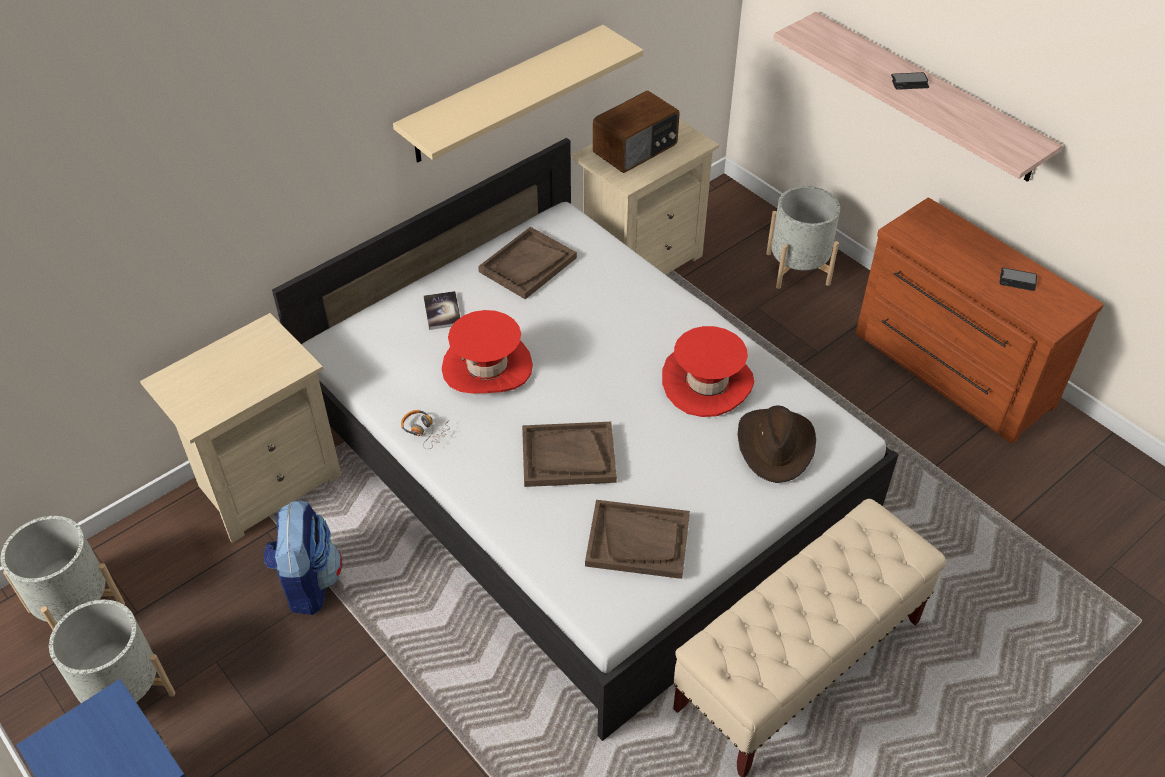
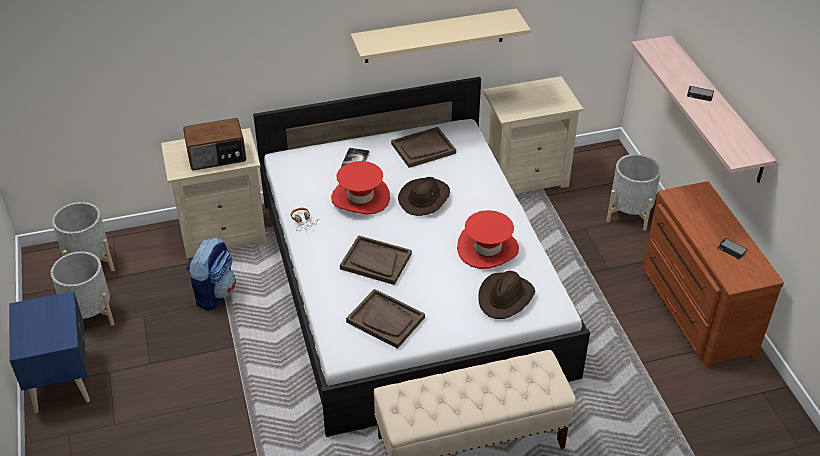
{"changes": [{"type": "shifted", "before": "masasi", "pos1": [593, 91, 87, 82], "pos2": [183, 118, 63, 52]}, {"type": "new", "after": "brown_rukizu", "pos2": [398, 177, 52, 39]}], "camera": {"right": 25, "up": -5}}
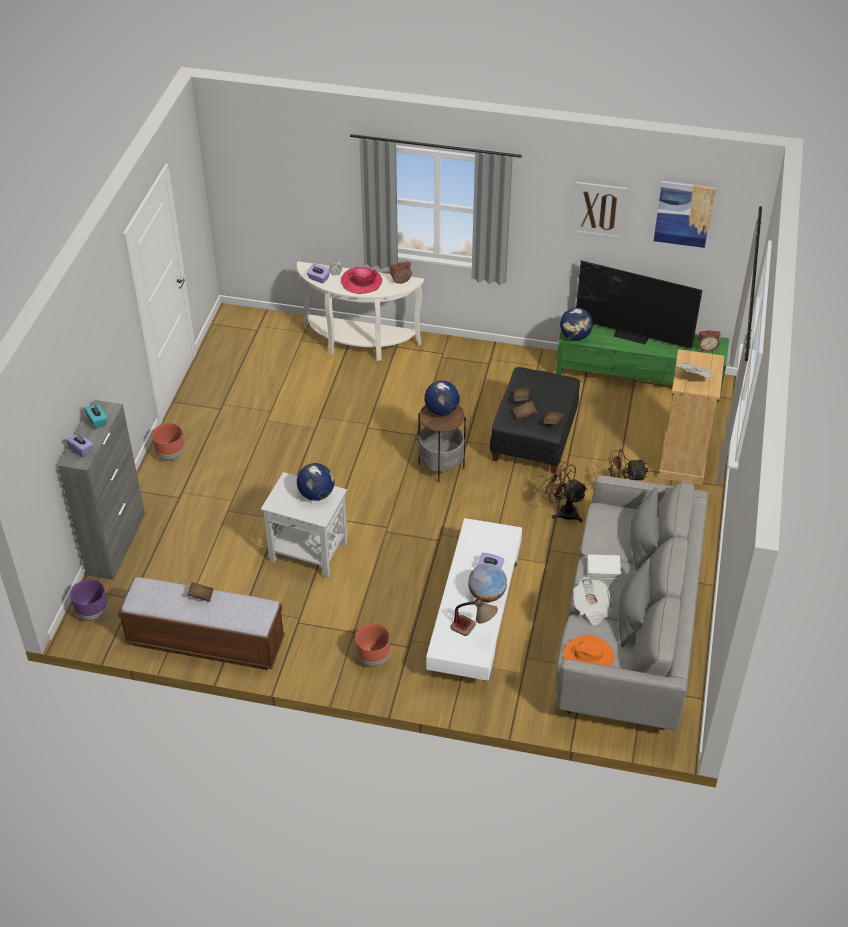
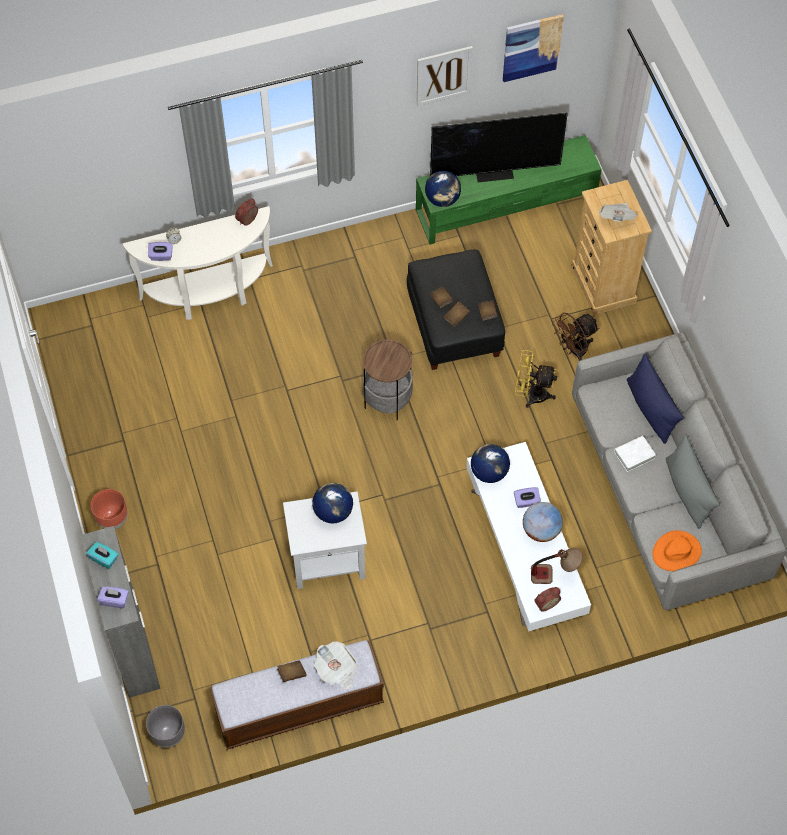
{"changes": [{"type": "repainted", "before": "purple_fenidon", "after": "grey_fenidon", "pos1": [70, 579, 37, 42], "pos2": [146, 705, 39, 43]}, {"type": "gone", "before": "rukizu", "pos1": [341, 267, 41, 27]}, {"type": "gone", "before": "brown_fenidon", "pos1": [355, 624, 35, 43]}, {"type": "shifted", "before": "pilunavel", "pos1": [424, 380, 36, 36], "pos2": [471, 444, 39, 39]}, {"type": "repainted", "before": "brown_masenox", "after": "yellow_masenox", "pos1": [542, 461, 46, 62], "pos2": [515, 350, 42, 58]}, {"type": "shifted", "before": "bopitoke", "pos1": [573, 577, 40, 48], "pos2": [314, 641, 45, 48]}, {"type": "repainted", "before": "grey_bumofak", "after": "blue_bumofak", "pos1": [630, 487, 29, 84], "pos2": [627, 354, 57, 90]}, {"type": "shifted", "before": "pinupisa", "pos1": [698, 330, 22, 21], "pos2": [534, 587, 27, 25]}], "camera": {"right": -30, "up": 15}}
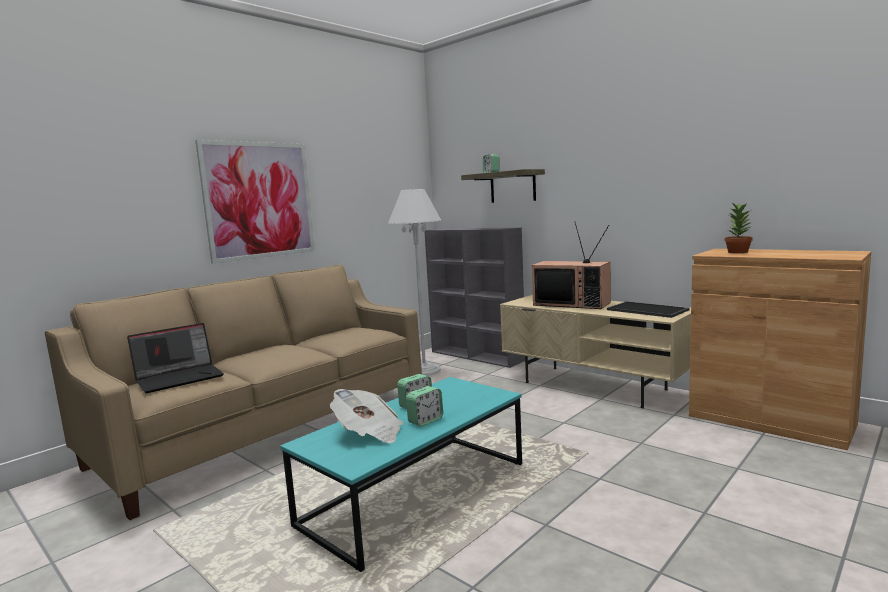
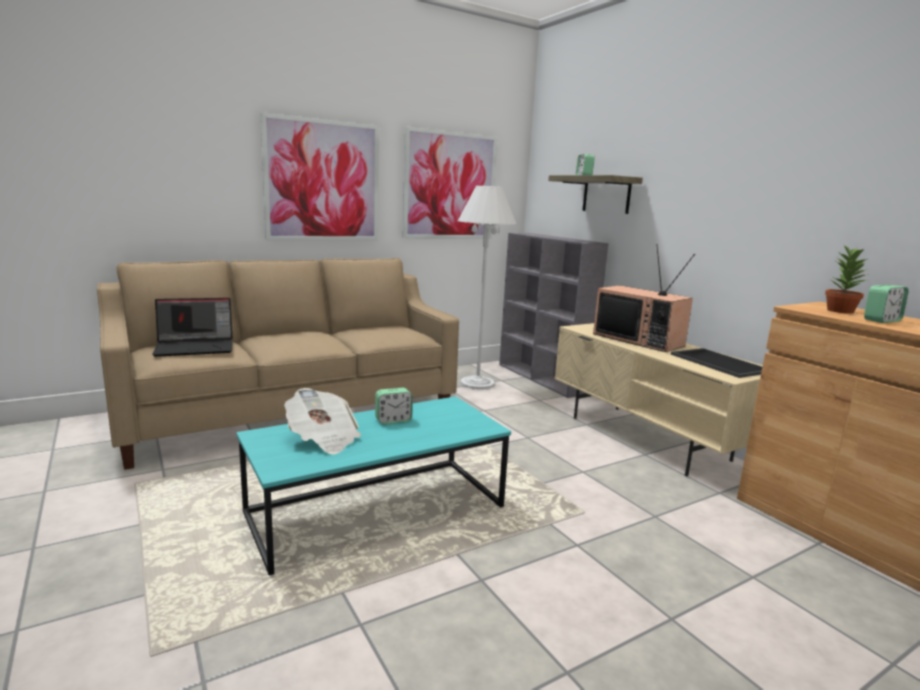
{"changes": [{"type": "shifted", "before": "pinupisa", "pos1": [406, 386, 37, 40], "pos2": [864, 285, 45, 38]}, {"type": "new", "after": "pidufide", "pos2": [403, 126, 94, 113]}], "camera": {"right": 15, "up": 5}}
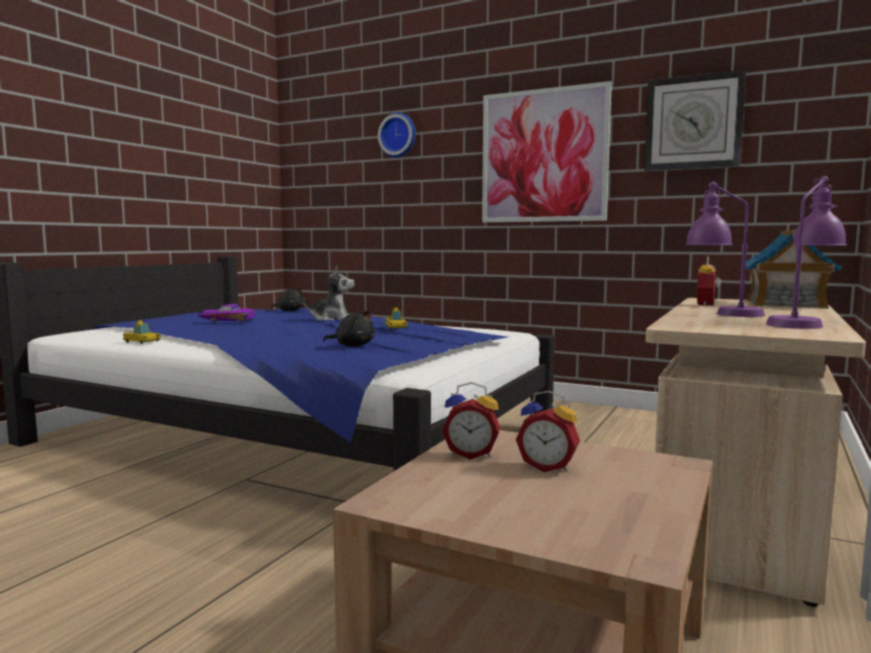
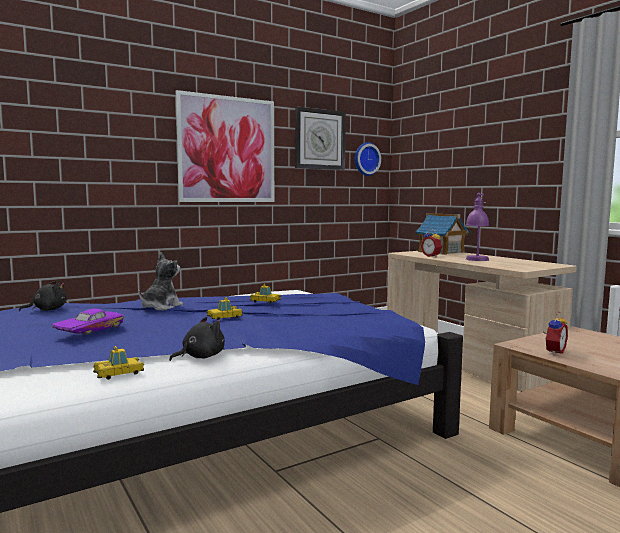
{"changes": [{"type": "shifted", "before": "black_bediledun", "pos1": [323, 310, 52, 36], "pos2": [169, 317, 56, 44]}, {"type": "shifted", "before": "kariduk", "pos1": [378, 112, 38, 46], "pos2": [355, 142, 26, 34]}, {"type": "gone", "before": "pinupisa", "pos1": [516, 391, 64, 81]}, {"type": "gone", "before": "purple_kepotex", "pos1": [766, 176, 81, 153]}, {"type": "new", "after": "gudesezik", "pos2": [207, 297, 36, 23]}], "camera": {"right": -60, "up": 0}}
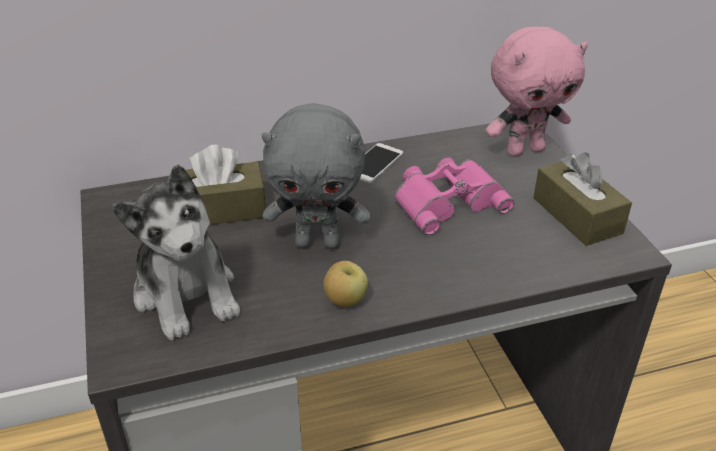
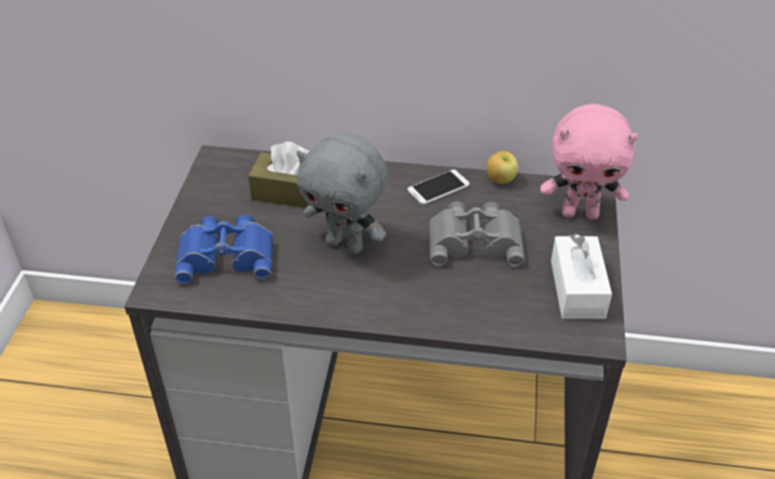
{"changes": [{"type": "swapped", "before": "bediledun", "after": "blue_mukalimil", "pos1": [112, 164, 129, 176], "pos2": [174, 214, 99, 70]}, {"type": "shifted", "before": "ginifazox", "pos1": [323, 261, 45, 46], "pos2": [486, 151, 32, 33]}, {"type": "repainted", "before": "pink_mukalimil", "after": "grey_mukalimil", "pos1": [395, 158, 119, 77], "pos2": [429, 201, 96, 66]}, {"type": "repainted", "before": "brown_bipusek", "after": "white_bipusek", "pos1": [533, 152, 99, 94], "pos2": [551, 234, 61, 85]}], "camera": {"right": 25, "up": 5}}
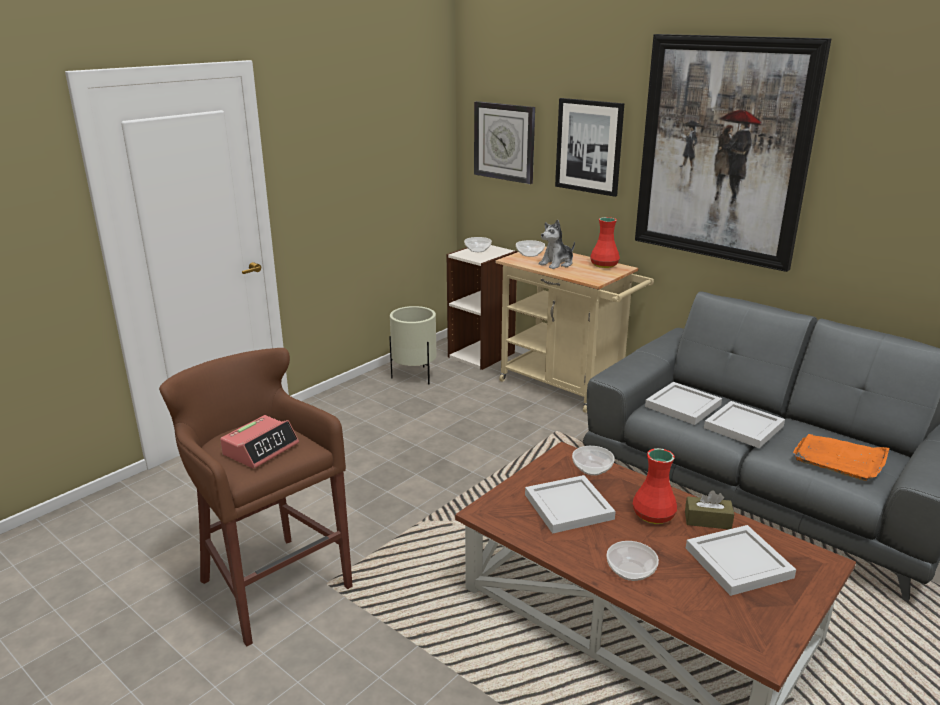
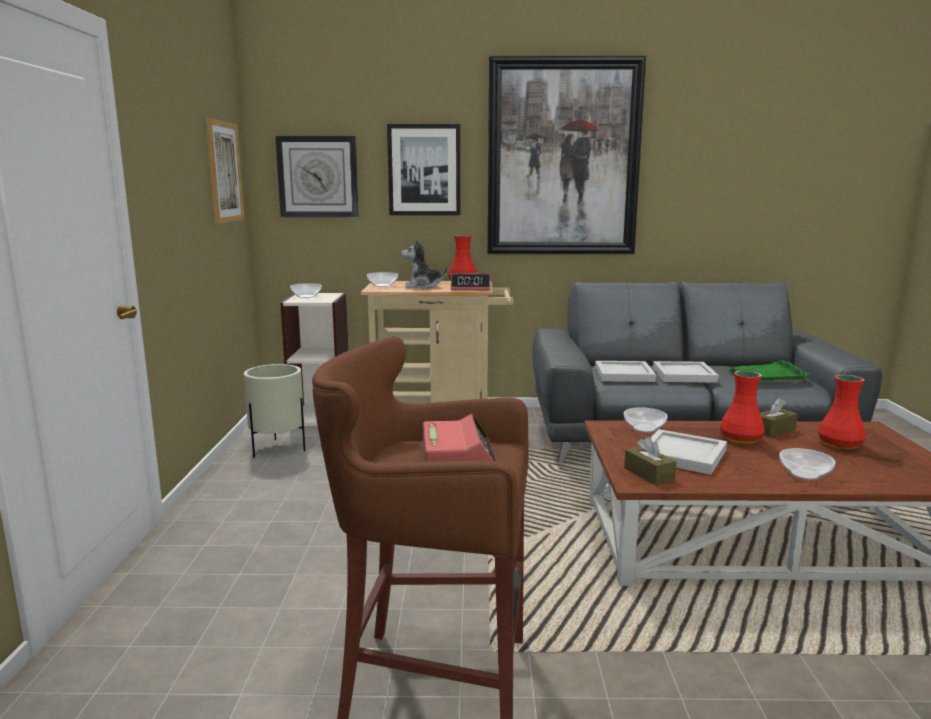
{"changes": [{"type": "rotated", "before": "bediledun", "pos1": [539, 220, 36, 49], "pos2": [401, 239, 47, 50], "turn": 75}, {"type": "swapped", "before": "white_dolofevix", "after": "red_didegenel", "pos1": [686, 525, 110, 71], "pos2": [818, 375, 48, 74]}, {"type": "repainted", "before": "orange_dolofevix", "after": "green_dolofevix", "pos1": [793, 434, 96, 47], "pos2": [727, 360, 83, 22]}, {"type": "new", "after": "pidufide", "pos2": [206, 118, 39, 106]}, {"type": "new", "after": "pinupisa", "pos2": [451, 273, 40, 17]}, {"type": "new", "after": "brown_bipusek", "pos2": [624, 436, 53, 49]}], "camera": {"right": -40, "up": -10}}
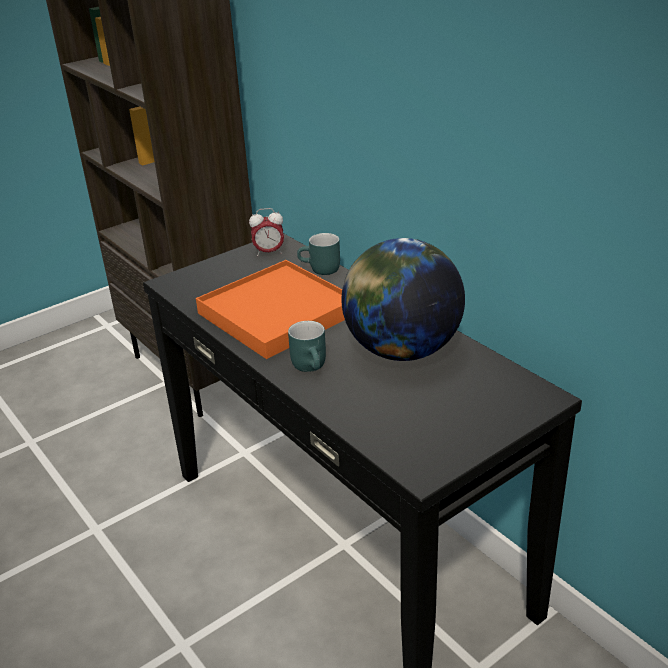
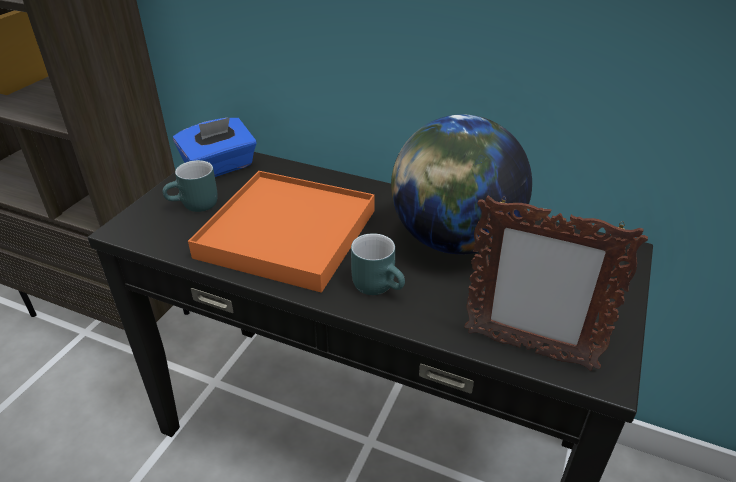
{"changes": [{"type": "swapped", "before": "pinupisa", "after": "blue_bipusek", "pos1": [249, 208, 35, 48], "pos2": [173, 117, 84, 60]}, {"type": "shifted", "before": "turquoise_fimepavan", "pos1": [297, 233, 43, 42], "pos2": [163, 160, 55, 52]}, {"type": "new", "after": "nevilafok", "pos2": [464, 195, 184, 176]}], "camera": {"right": -30, "up": 5}}
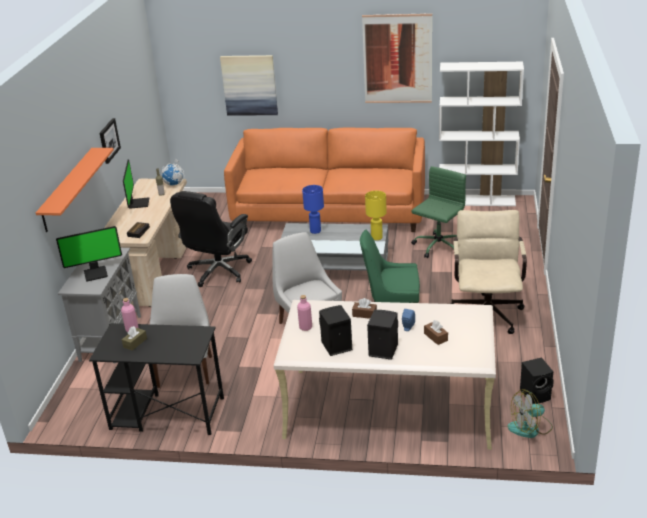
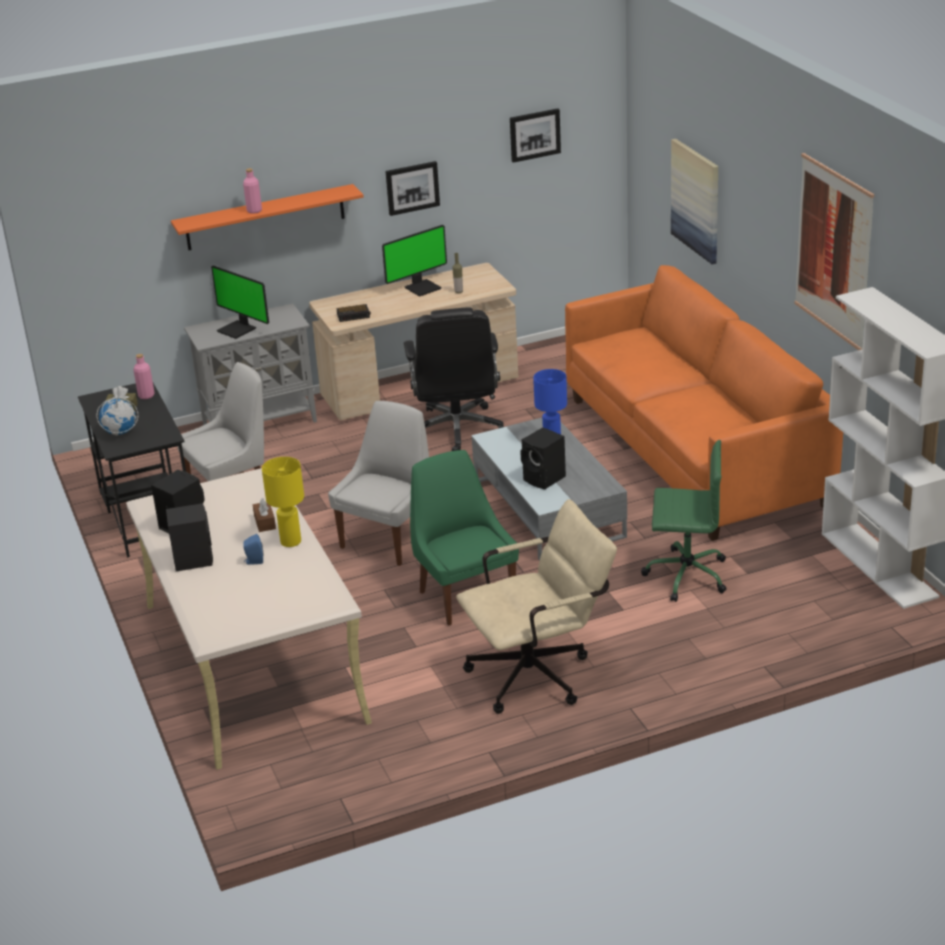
{"changes": [{"type": "shifted", "before": "pilunavel", "pos1": [161, 158, 24, 28], "pos2": [97, 395, 41, 40]}, {"type": "rotated", "before": "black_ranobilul", "pos1": [170, 191, 82, 96], "pos2": [404, 307, 99, 144], "turn": -90}, {"type": "shifted", "before": "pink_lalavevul", "pos1": [297, 295, 15, 36], "pos2": [243, 168, 19, 46]}, {"type": "shifted", "before": "yellow_kepotex", "pos1": [365, 191, 22, 49], "pos2": [262, 457, 42, 90]}, {"type": "gone", "before": "brown_bipusek", "pos1": [424, 320, 24, 25]}, {"type": "gone", "before": "masenox", "pos1": [507, 389, 46, 49]}, {"type": "shifted", "before": "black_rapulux", "pos1": [520, 357, 34, 47], "pos2": [520, 427, 46, 62]}, {"type": "new", "after": "pidufide", "pos2": [510, 108, 51, 55]}], "camera": {"right": 60, "up": 0}}
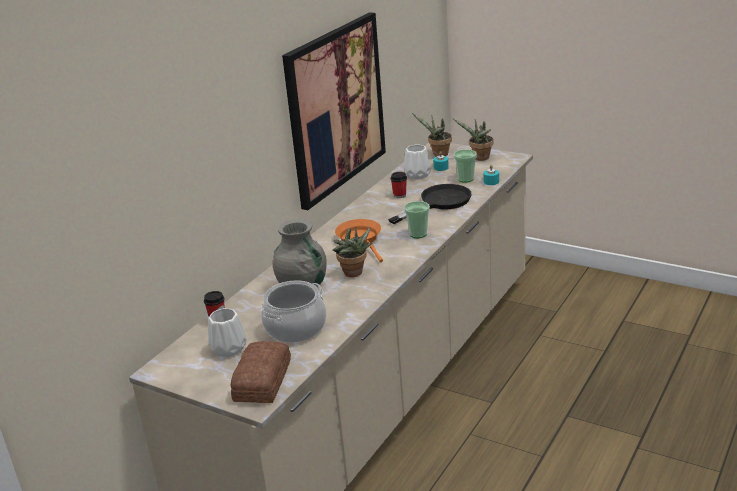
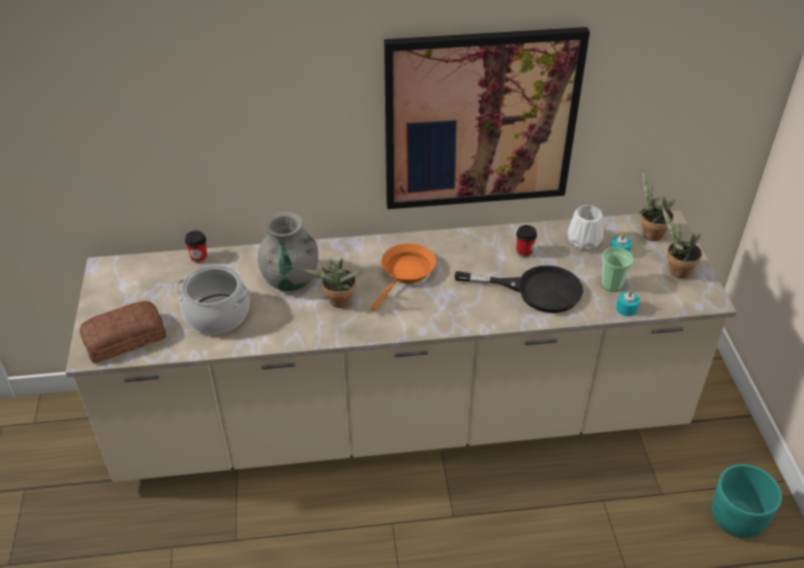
{"changes": [{"type": "gone", "before": "white_didegenel", "pos1": [208, 308, 39, 49]}, {"type": "gone", "before": "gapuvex", "pos1": [404, 201, 26, 37]}, {"type": "new", "after": "turquoise_fenidon", "pos2": [712, 464, 70, 74]}], "camera": {"right": 50, "up": 15}}
